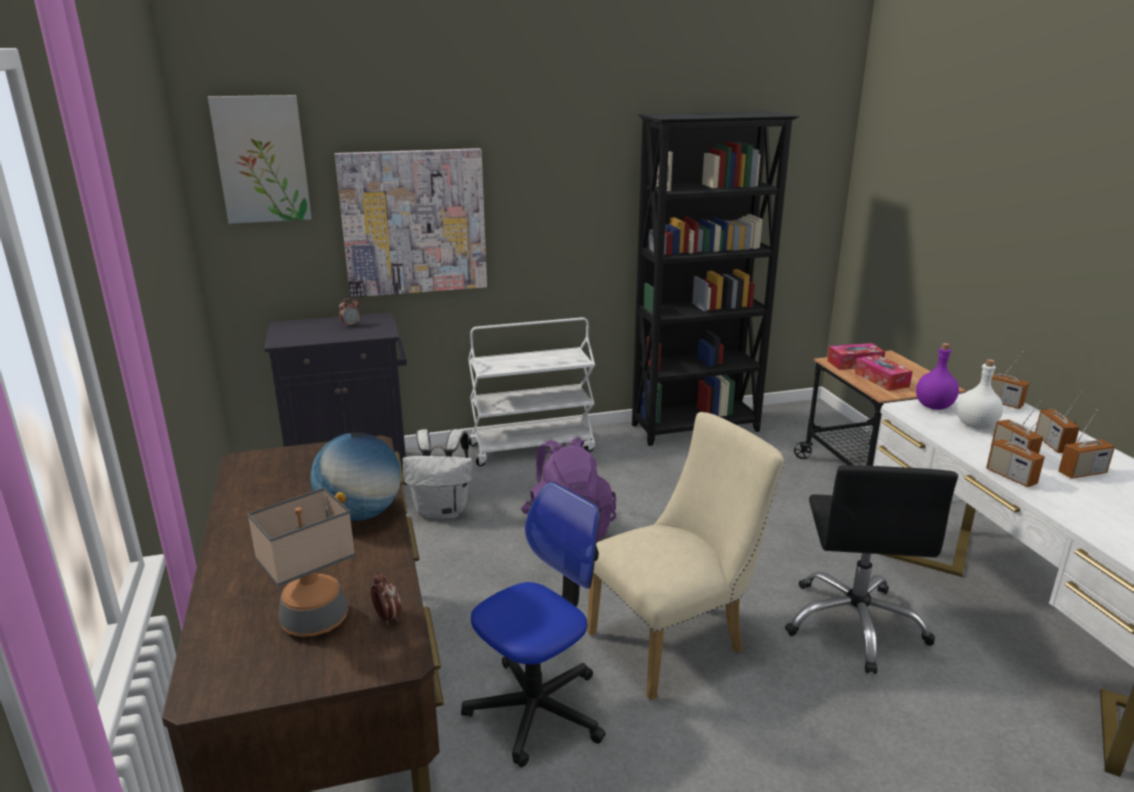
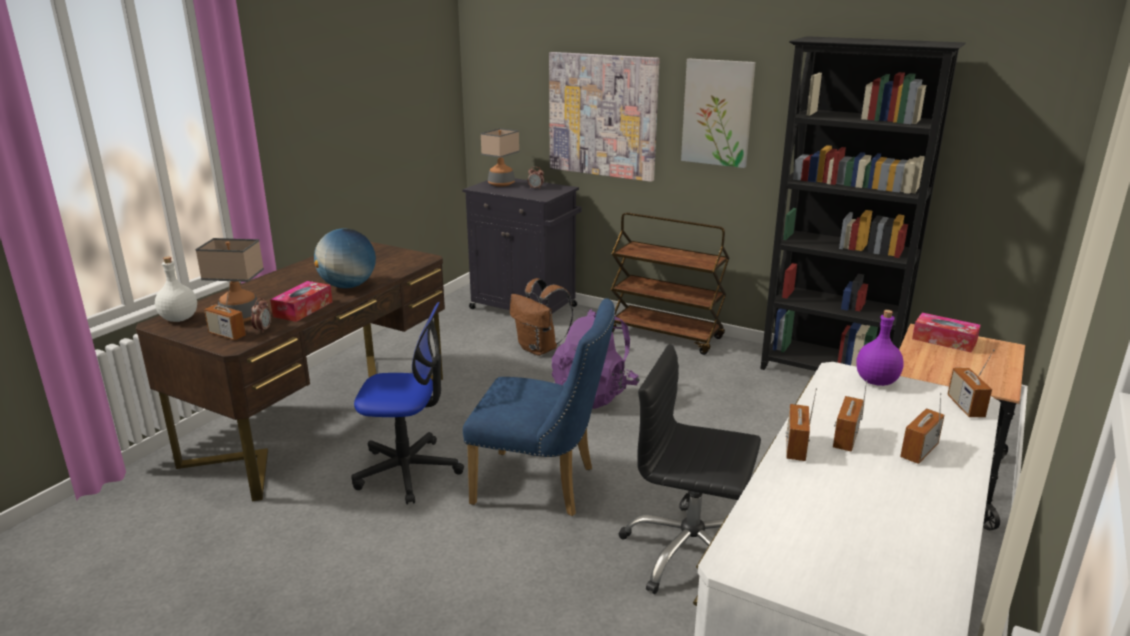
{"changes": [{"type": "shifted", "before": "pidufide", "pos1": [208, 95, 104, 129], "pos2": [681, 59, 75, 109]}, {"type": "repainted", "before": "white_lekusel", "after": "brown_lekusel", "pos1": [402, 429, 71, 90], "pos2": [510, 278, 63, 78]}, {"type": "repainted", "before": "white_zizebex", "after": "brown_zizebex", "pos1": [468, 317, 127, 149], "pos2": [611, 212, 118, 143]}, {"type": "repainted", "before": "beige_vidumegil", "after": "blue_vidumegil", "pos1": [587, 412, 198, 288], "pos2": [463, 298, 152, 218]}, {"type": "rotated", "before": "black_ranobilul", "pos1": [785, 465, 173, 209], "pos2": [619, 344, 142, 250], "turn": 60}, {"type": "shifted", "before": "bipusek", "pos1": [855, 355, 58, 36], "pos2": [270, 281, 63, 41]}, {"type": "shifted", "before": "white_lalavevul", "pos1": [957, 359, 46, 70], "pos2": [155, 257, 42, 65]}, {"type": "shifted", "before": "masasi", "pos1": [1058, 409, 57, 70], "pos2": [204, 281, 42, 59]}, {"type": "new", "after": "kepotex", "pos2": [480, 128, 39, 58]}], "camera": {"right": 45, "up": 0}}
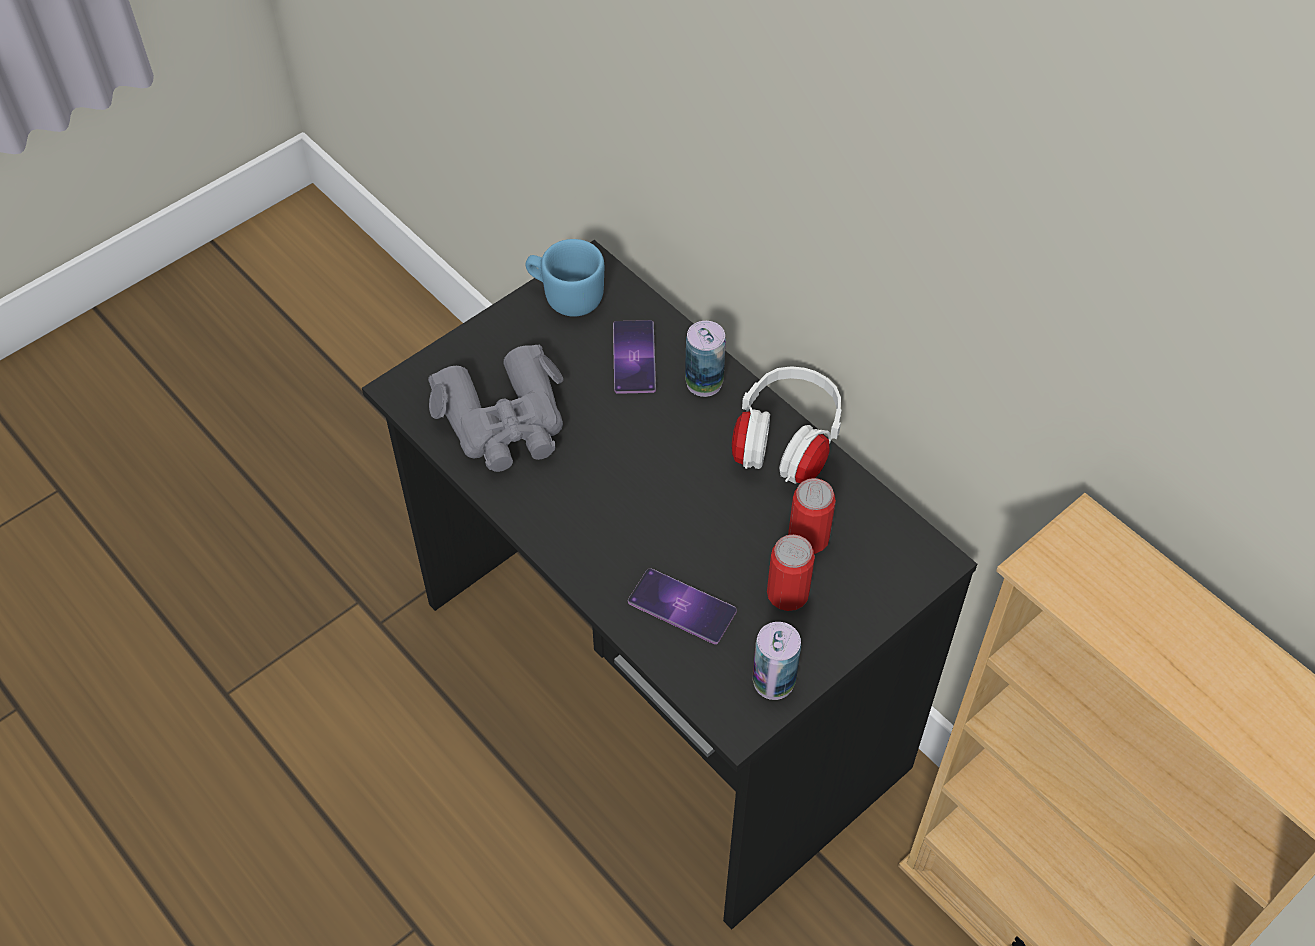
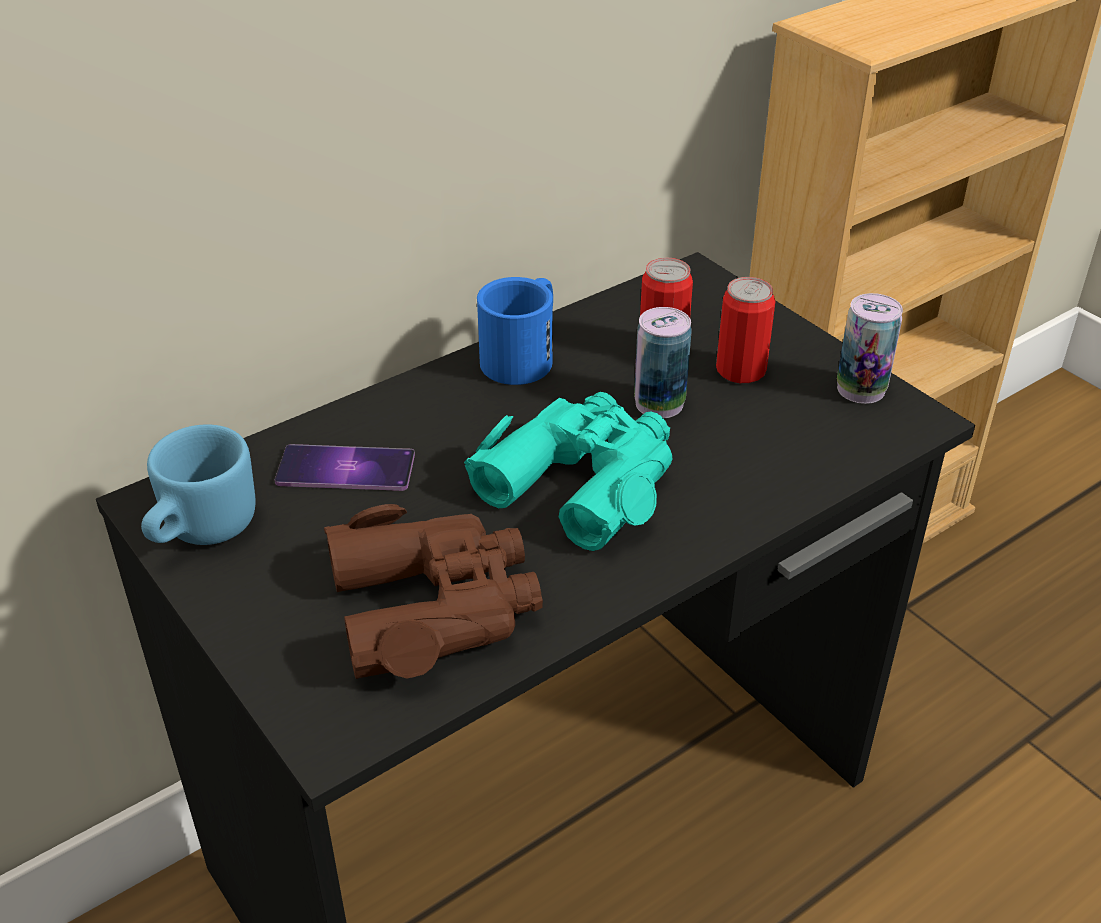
{"changes": [{"type": "repainted", "before": "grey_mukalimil", "after": "brown_mukalimil", "pos1": [428, 345, 135, 127], "pos2": [324, 504, 219, 175]}, {"type": "gone", "before": "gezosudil", "pos1": [628, 568, 109, 76]}, {"type": "shifted", "before": "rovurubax", "pos1": [685, 321, 41, 76], "pos2": [634, 307, 58, 111]}, {"type": "swapped", "before": "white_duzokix", "after": "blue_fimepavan", "pos1": [732, 366, 110, 118], "pos2": [477, 277, 76, 108]}, {"type": "new", "after": "turquoise_mukalimil", "pos2": [464, 392, 208, 159]}], "camera": {"right": -85, "up": -15}}
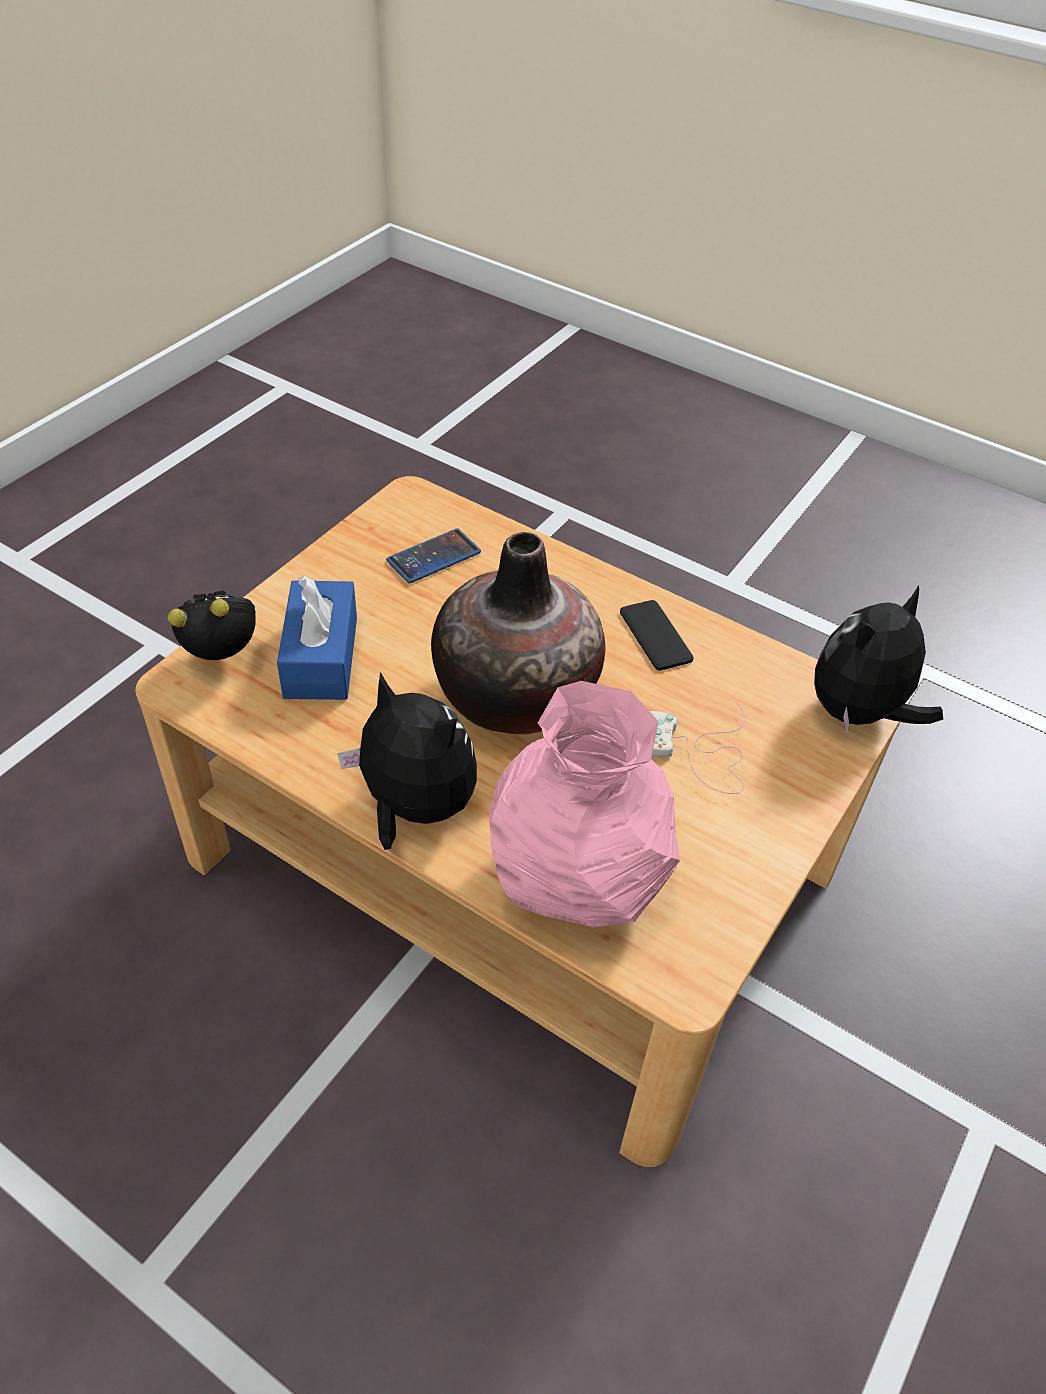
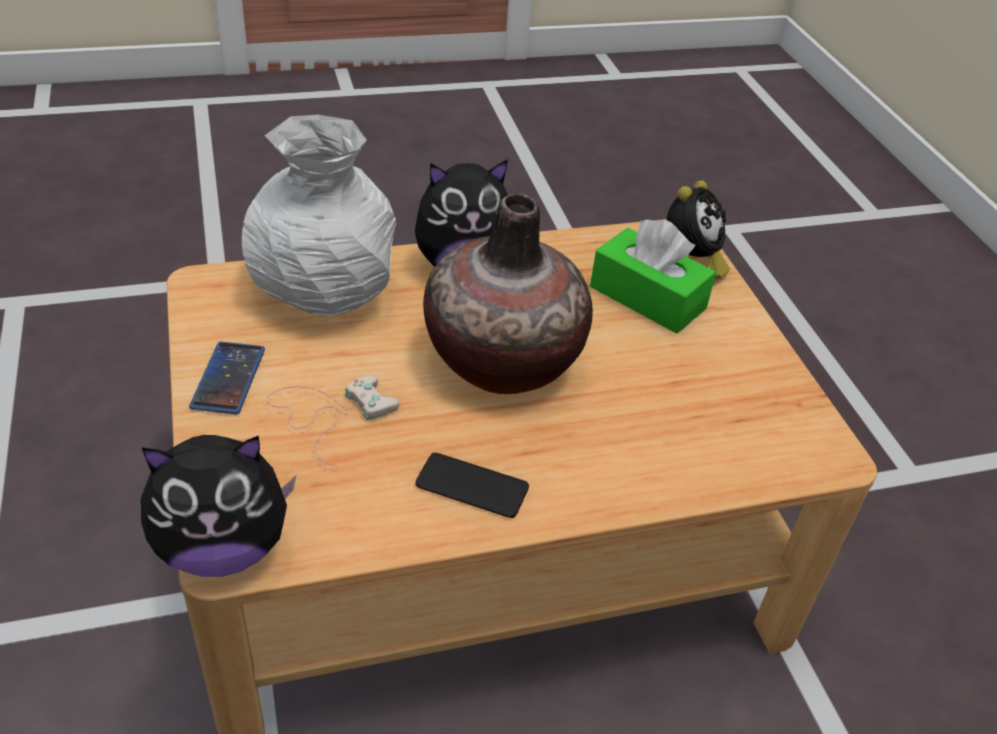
{"changes": [{"type": "repainted", "before": "blue_bipusek", "after": "green_bipusek", "pos1": [277, 576, 80, 124], "pos2": [590, 219, 126, 115]}, {"type": "shifted", "before": "gezosudil", "pos1": [386, 528, 95, 55], "pos2": [189, 341, 76, 73]}, {"type": "repainted", "before": "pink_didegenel", "after": "white_didegenel", "pos1": [489, 681, 191, 247], "pos2": [242, 115, 154, 202]}, {"type": "rotated", "before": "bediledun", "pos1": [814, 585, 129, 149], "pos2": [141, 435, 155, 142], "turn": 75}], "camera": {"right": 130, "up": -5}}
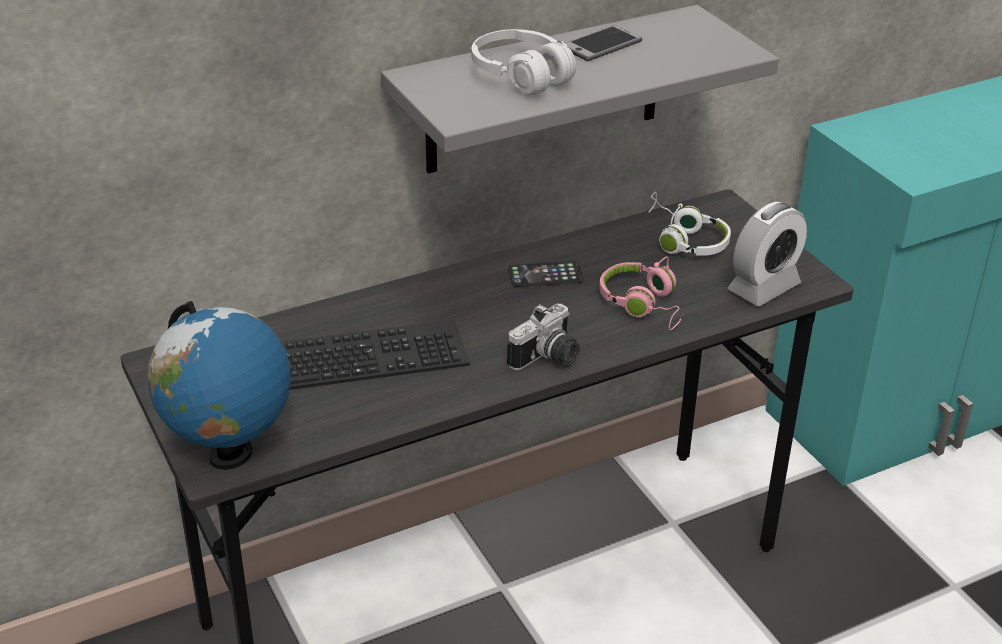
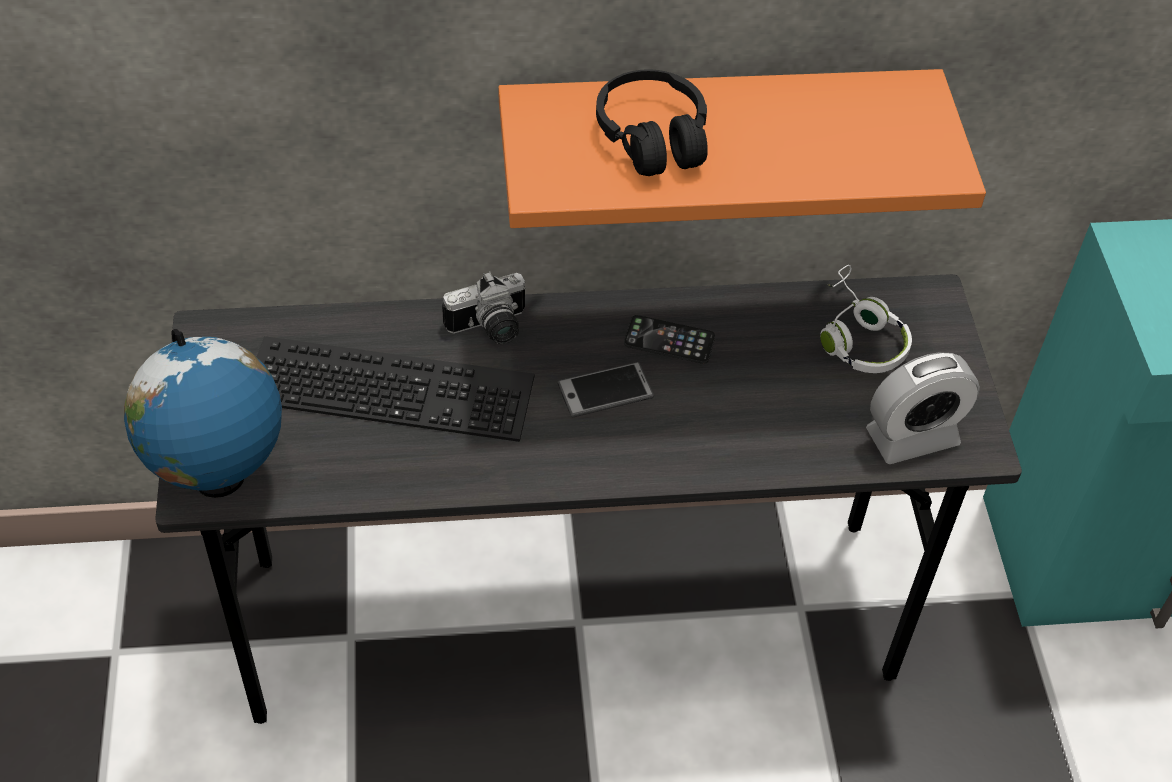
{"changes": [{"type": "repainted", "before": "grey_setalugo", "after": "orange_setalugo", "pos1": [381, 5, 398, 169], "pos2": [498, 69, 488, 159]}, {"type": "repainted", "before": "white_duzokix", "after": "black_duzokix", "pos1": [472, 29, 104, 66], "pos2": [596, 70, 112, 106]}, {"type": "shifted", "before": "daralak", "pos1": [507, 304, 73, 66], "pos2": [442, 271, 84, 73]}, {"type": "shifted", "before": "gezosudil", "pos1": [565, 25, 77, 37], "pos2": [557, 362, 97, 55]}, {"type": "gone", "before": "pink_duzokix", "pos1": [599, 256, 86, 74]}], "camera": {"right": 20, "up": 15}}
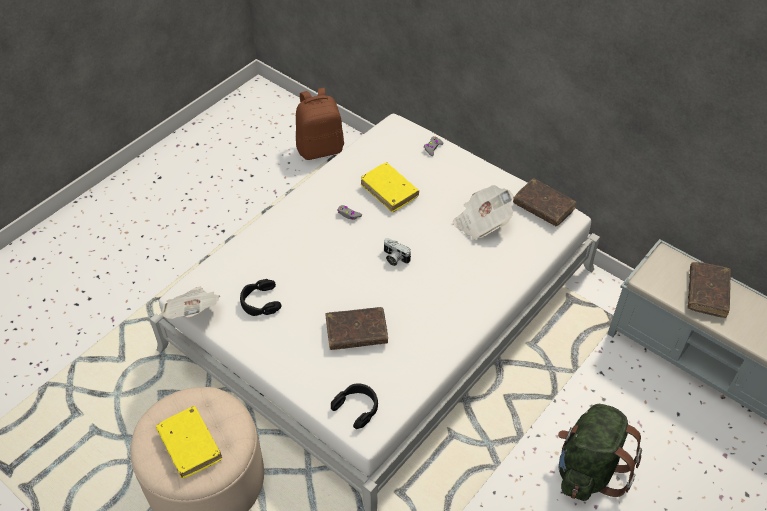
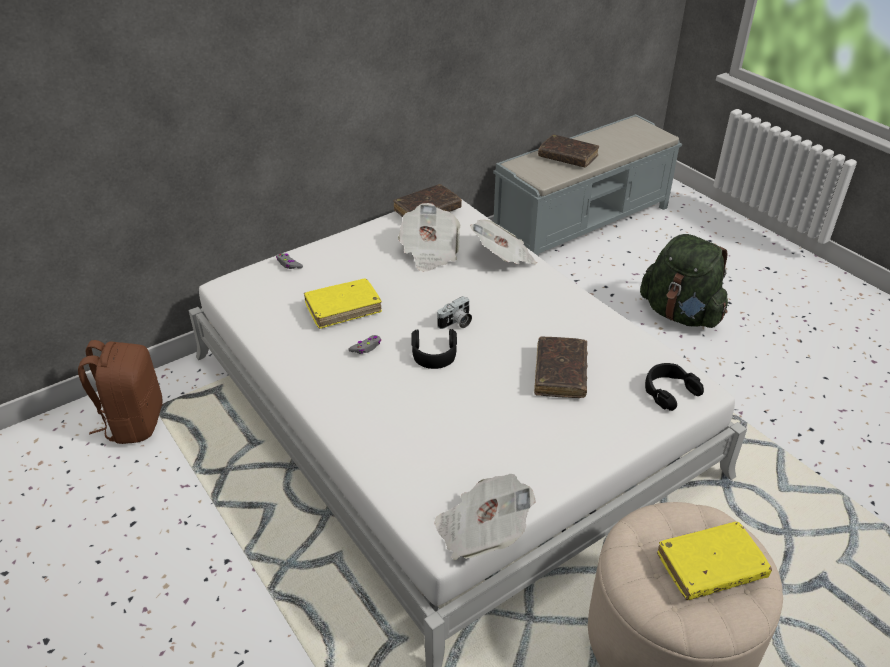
{"changes": [{"type": "shifted", "before": "black_duzokix", "pos1": [240, 279, 41, 37], "pos2": [411, 329, 46, 40]}, {"type": "new", "after": "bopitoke", "pos2": [470, 220, 67, 45]}], "camera": {"right": -75, "up": -10}}
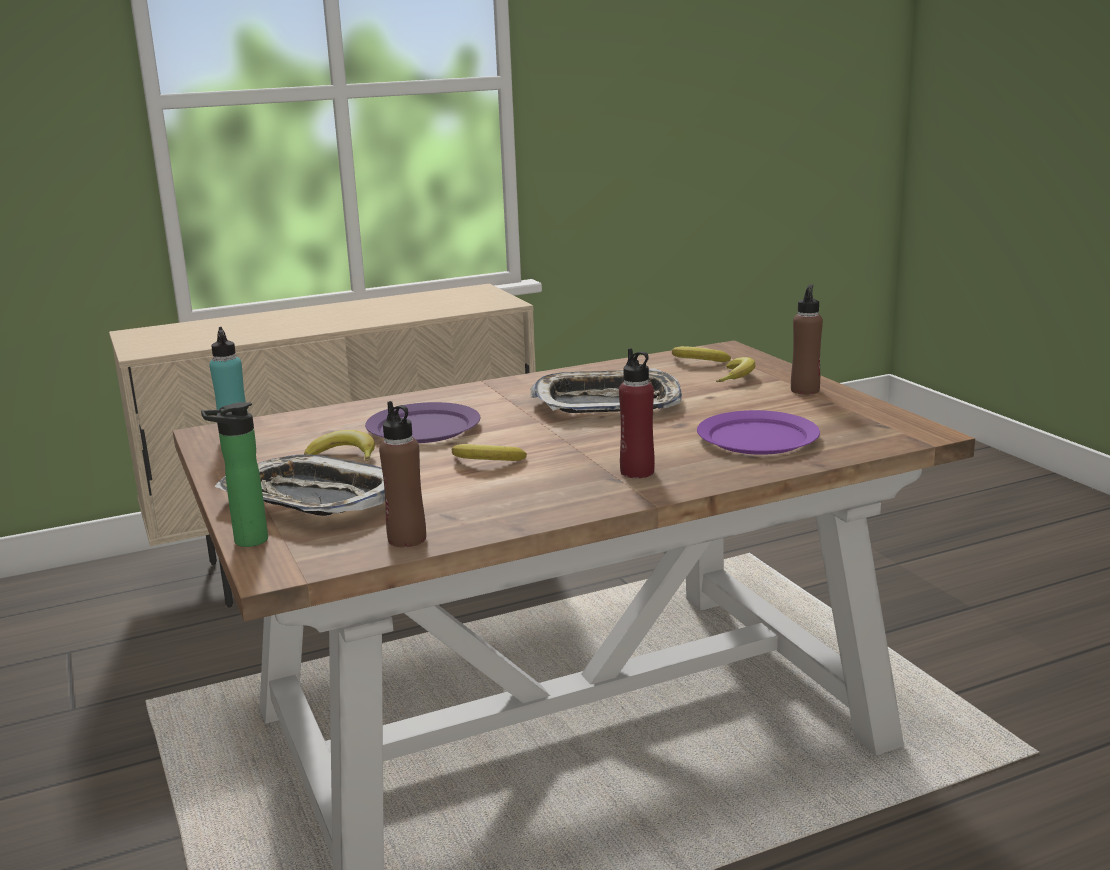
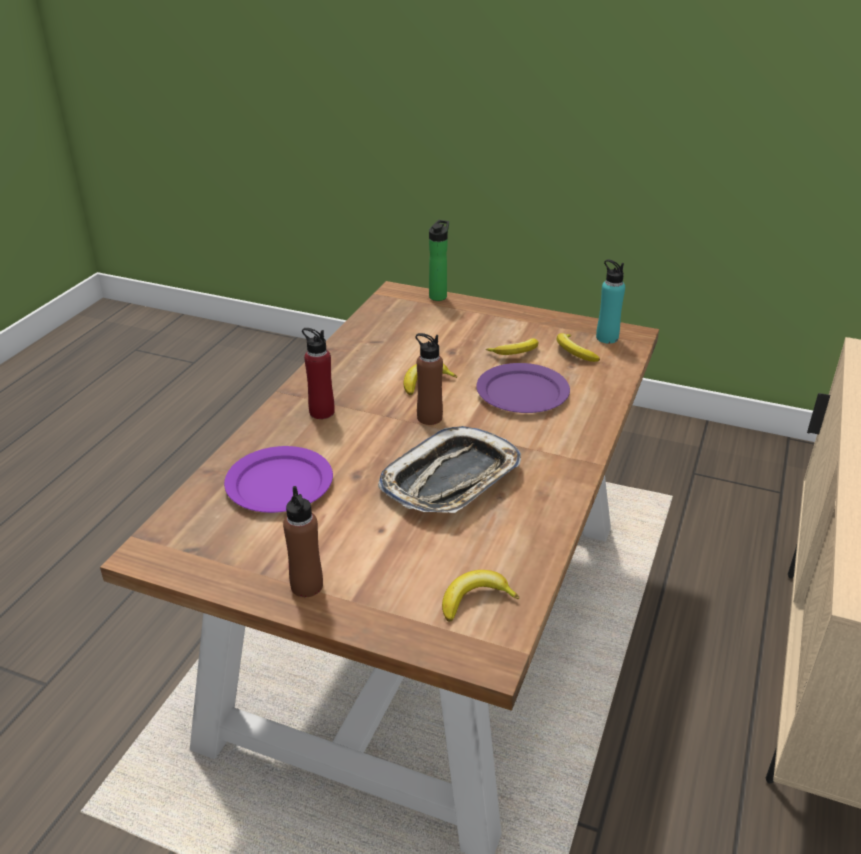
{"changes": [{"type": "gone", "before": "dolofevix", "pos1": [215, 455, 170, 61]}, {"type": "shifted", "before": "brown_lalavevul", "pos1": [379, 401, 47, 146], "pos2": [416, 333, 27, 92]}, {"type": "shifted", "before": "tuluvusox", "pos1": [716, 357, 39, 25], "pos2": [557, 333, 43, 29]}], "camera": {"right": 135, "up": 15}}
